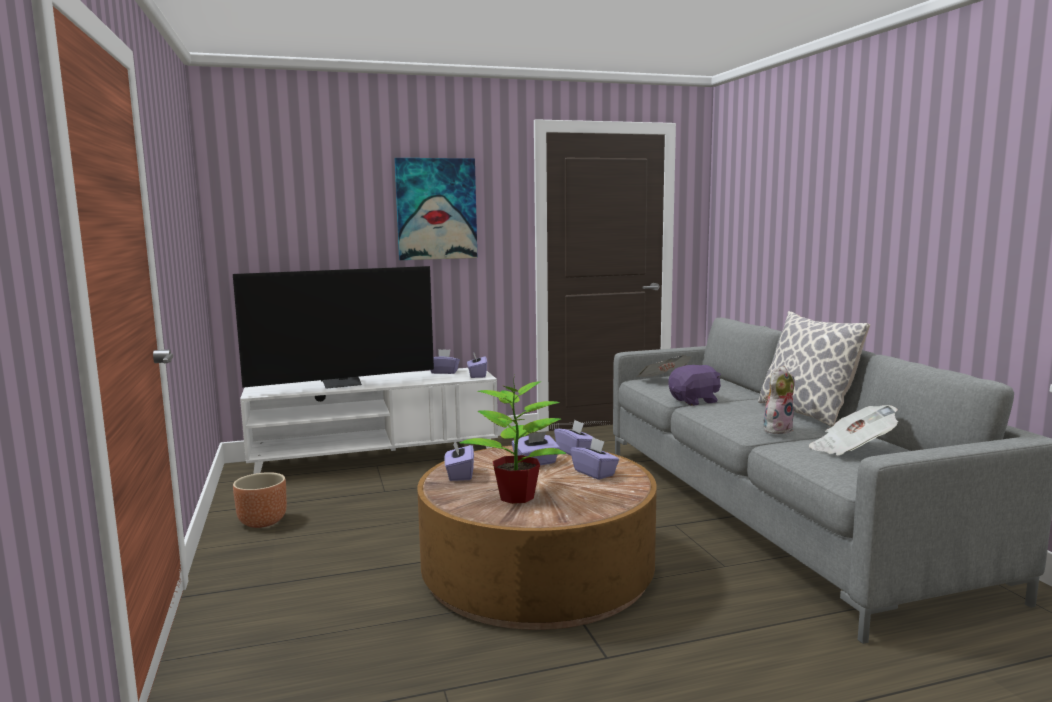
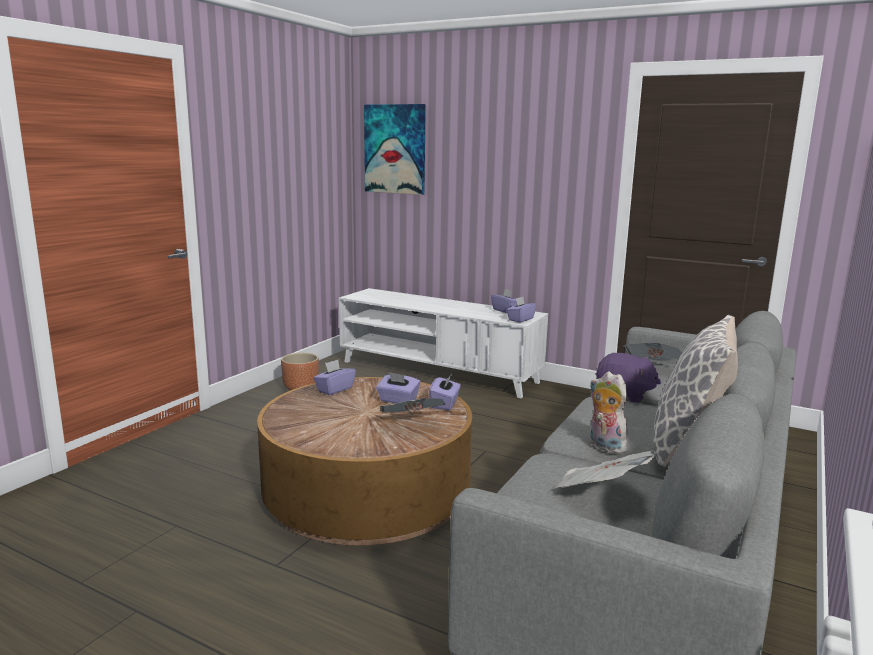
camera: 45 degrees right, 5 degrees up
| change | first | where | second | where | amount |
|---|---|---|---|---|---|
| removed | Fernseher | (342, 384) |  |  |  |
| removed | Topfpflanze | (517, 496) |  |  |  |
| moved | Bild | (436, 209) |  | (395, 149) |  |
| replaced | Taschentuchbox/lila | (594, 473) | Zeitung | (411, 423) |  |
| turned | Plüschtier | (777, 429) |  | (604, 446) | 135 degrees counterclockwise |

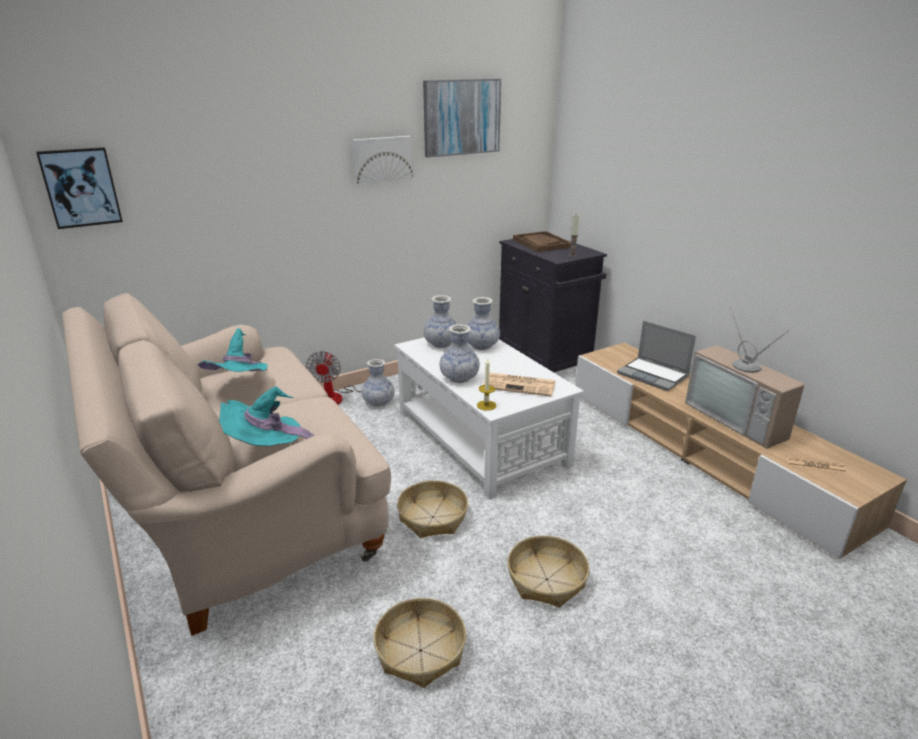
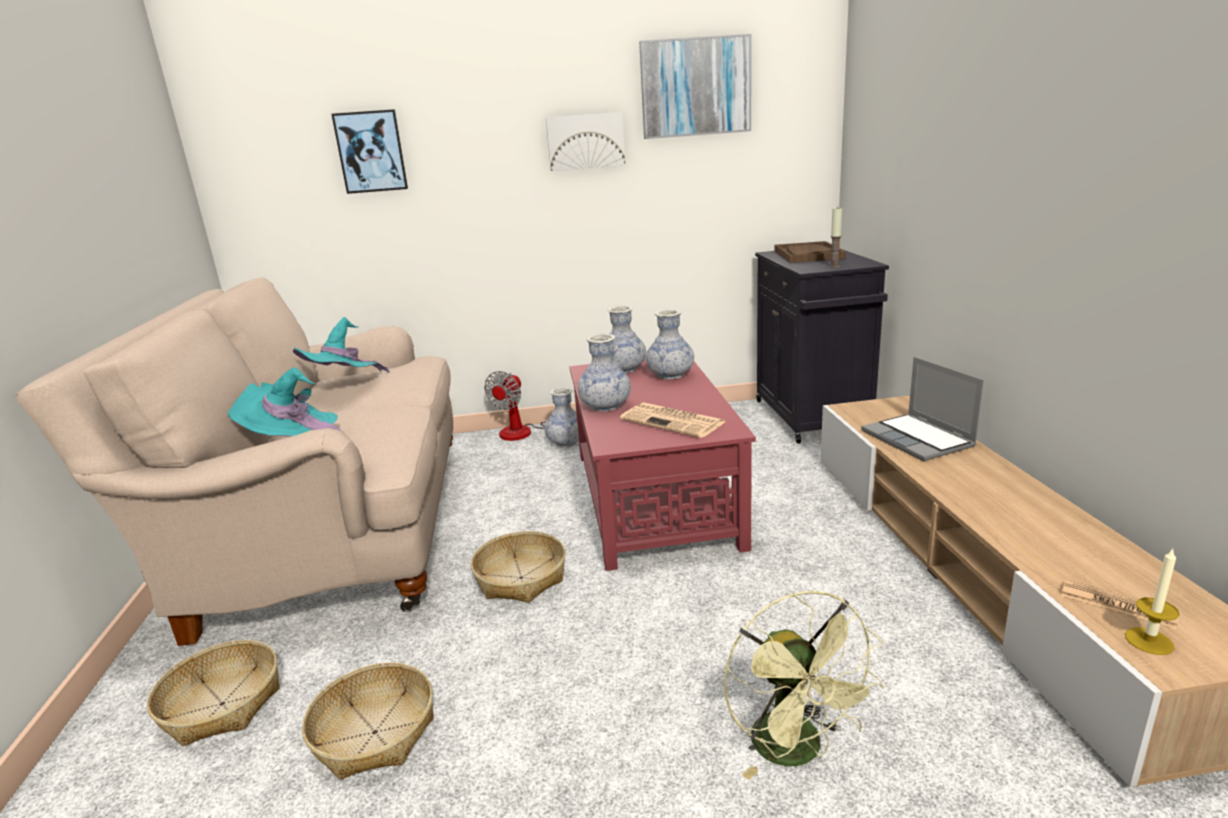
camera: 25 degrees right, 5 degrees down
| change | first | where | second | where | amount |
|---|---|---|---|---|---|
| removed | Fernseher | (740, 419) |  |  |  |
| added |  |  | Ventilator/grün | (797, 751) |  |
| moved | Bild | (81, 187) |  | (371, 152) |  |
| moved | Kerze | (486, 405) |  | (1149, 641) |  |
| moved | Korb | (546, 580) |  | (221, 704) |  |
| recoloured | Couchtisch/weiß | (480, 437) | Couchtisch/rot | (654, 496) |  |

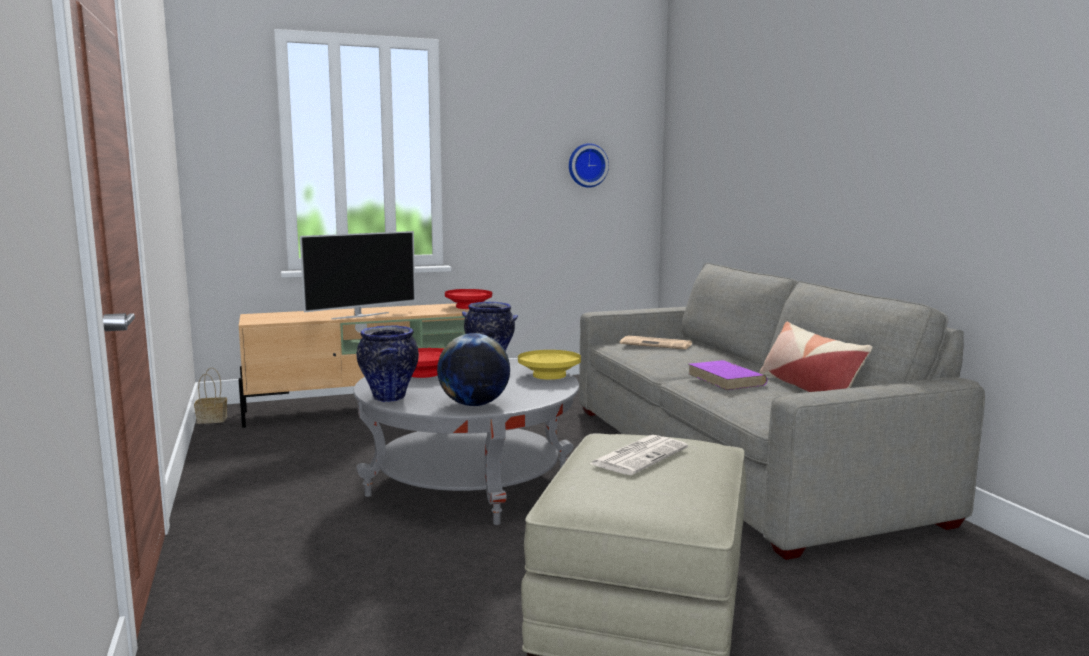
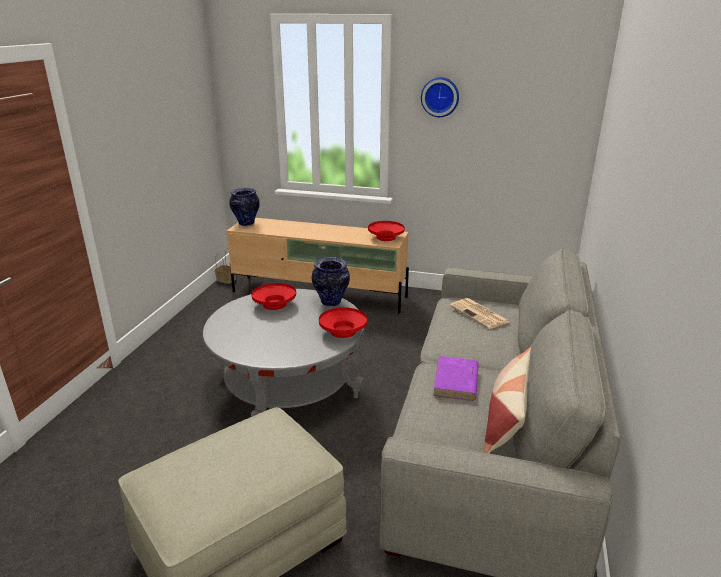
camera: 35 degrees right, 15 degrees up
| change | first | where | second | where | amount |
|---|---|---|---|---|---|
| removed | Fernseher | (360, 316) |  |  |  |
| removed | Globus | (474, 404) |  |  |  |
| removed | Zeitung | (639, 455) |  |  |  |
| moved | Vase | (389, 398) |  | (246, 223) |  |
| moved | Wanduhr | (587, 165) |  | (440, 97) |  |
| recoloured | Schüssel/gelb | (549, 375) | Schüssel/rot | (343, 331) |  |

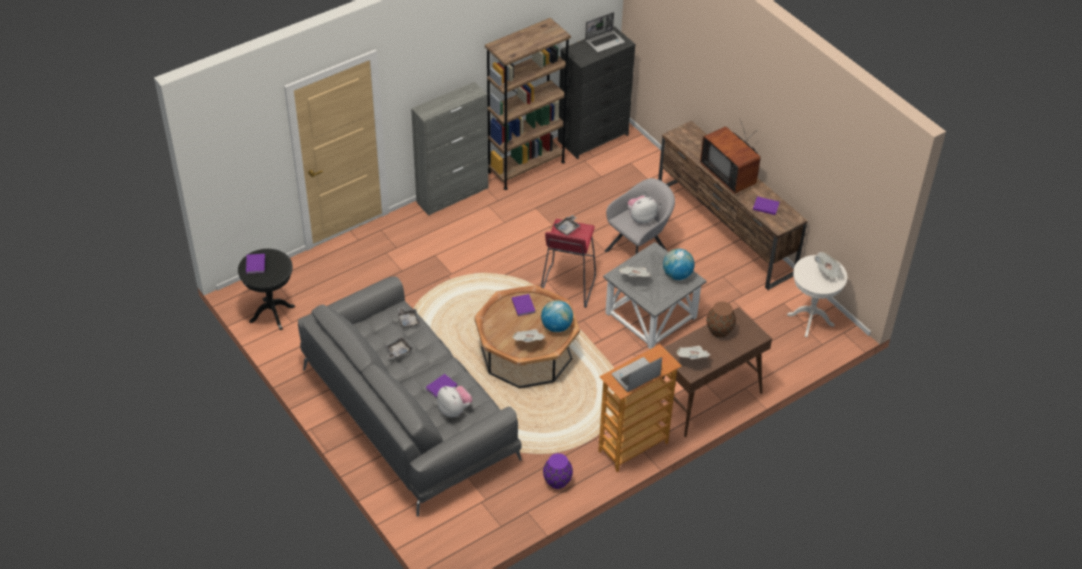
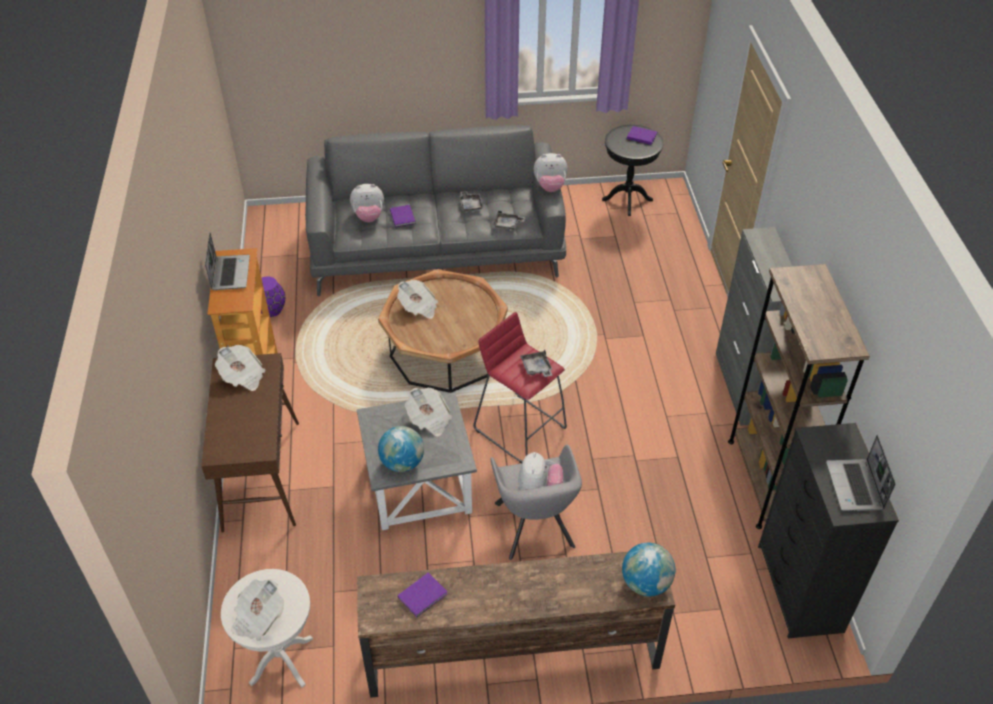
camera: 120 degrees right, 0 degrees up
| change | first | where | second | where | amount |
|---|---|---|---|---|---|
| removed | Buch/lila | (523, 305) |  |  |  |
| removed | Fernseher | (730, 174) |  |  |  |
| removed | Vase/braun | (719, 330) |  |  |  |
| added |  |  | Plüschtier | (550, 187) |  |
| moved | Globus | (556, 326) |  | (646, 583) |  |

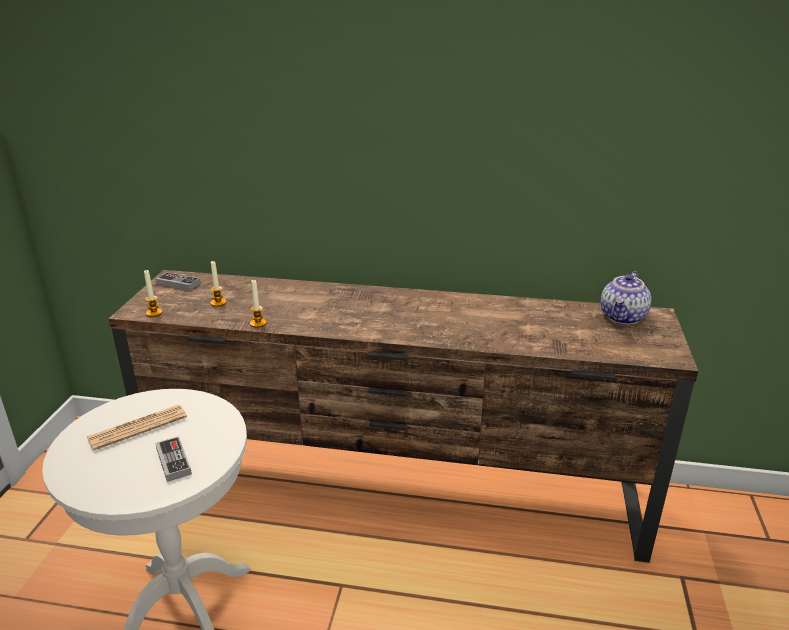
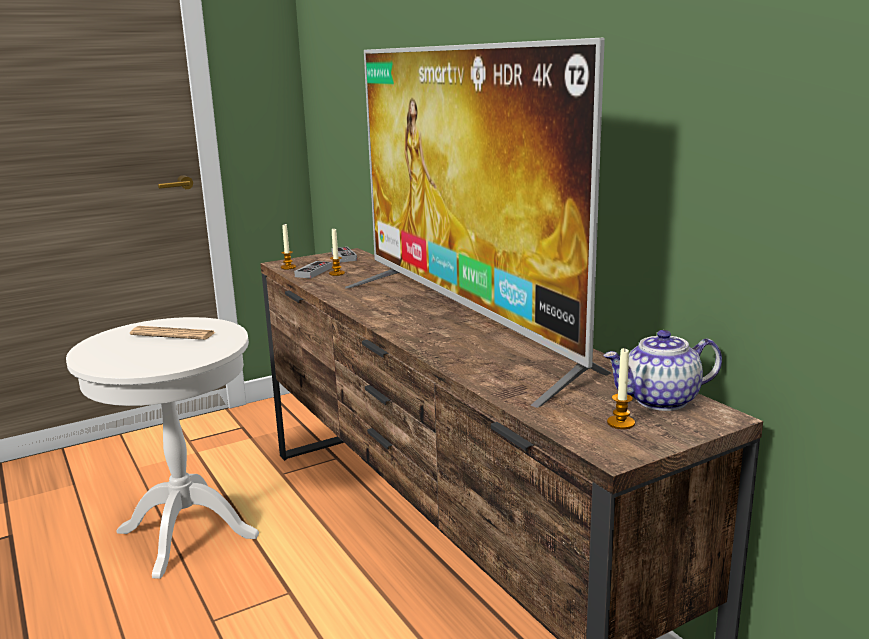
camera: 50 degrees right, 10 degrees down
| change | first | where | second | where | amount |
|---|---|---|---|---|---|
| added |  |  | Fernseher | (465, 325) |  |
| moved | Gamepad | (173, 461) |  | (313, 272) |  |
| moved | Kerze | (258, 323) |  | (620, 423) |  |

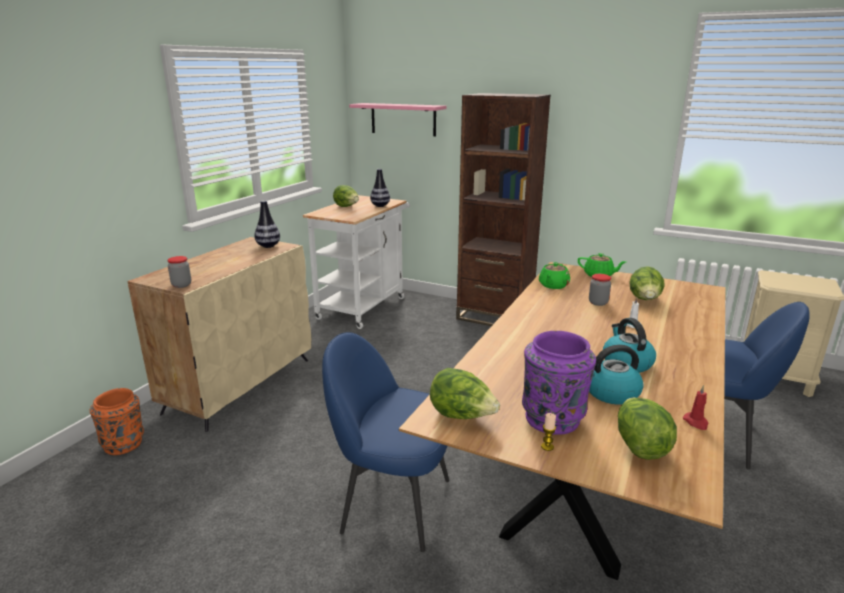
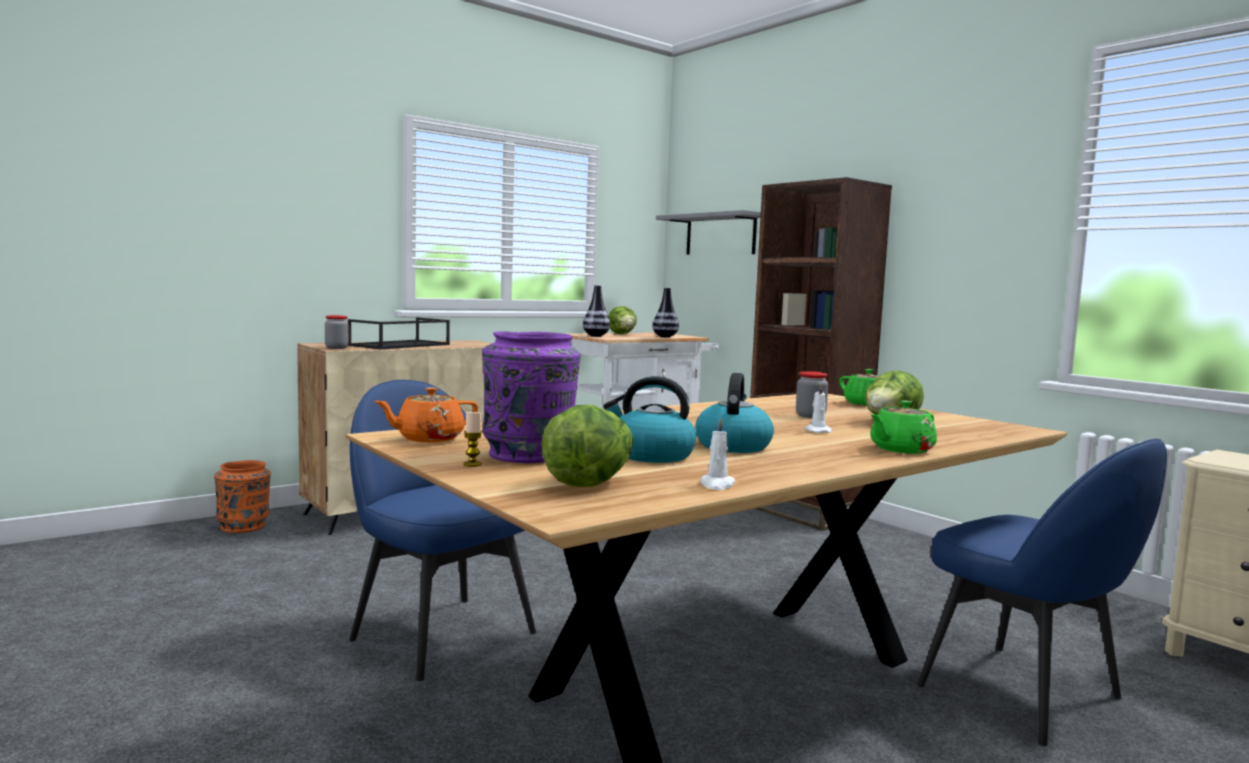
camera: 25 degrees right, 15 degrees down
| change | first | where | second | where | amount |
|---|---|---|---|---|---|
| added |  |  | Tablett/schwarz | (400, 345) |  |
| moved | Vase | (268, 246) |  | (596, 336) |  |
| moved | Teekanne/grün | (553, 285) |  | (900, 450) |  |
| replaced | Salatkopf | (462, 416) | Teekanne/orange | (428, 439) |  |
| recoloured | Wandregal/rosa | (403, 119) | Wandregal/grau | (720, 235) |  |
| recoloured | Kerze/rot | (696, 422) | Kerze/weiß | (717, 485) |  |

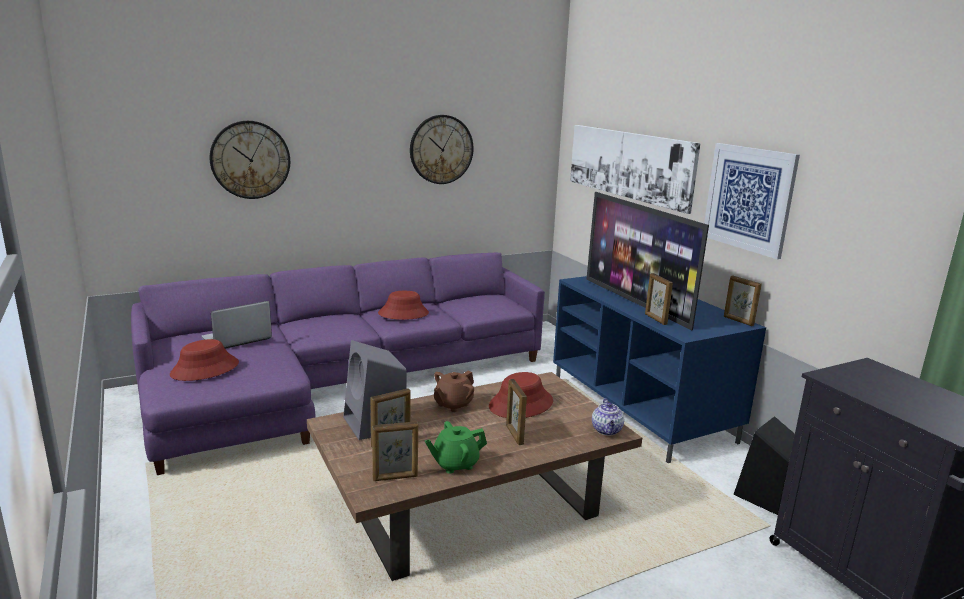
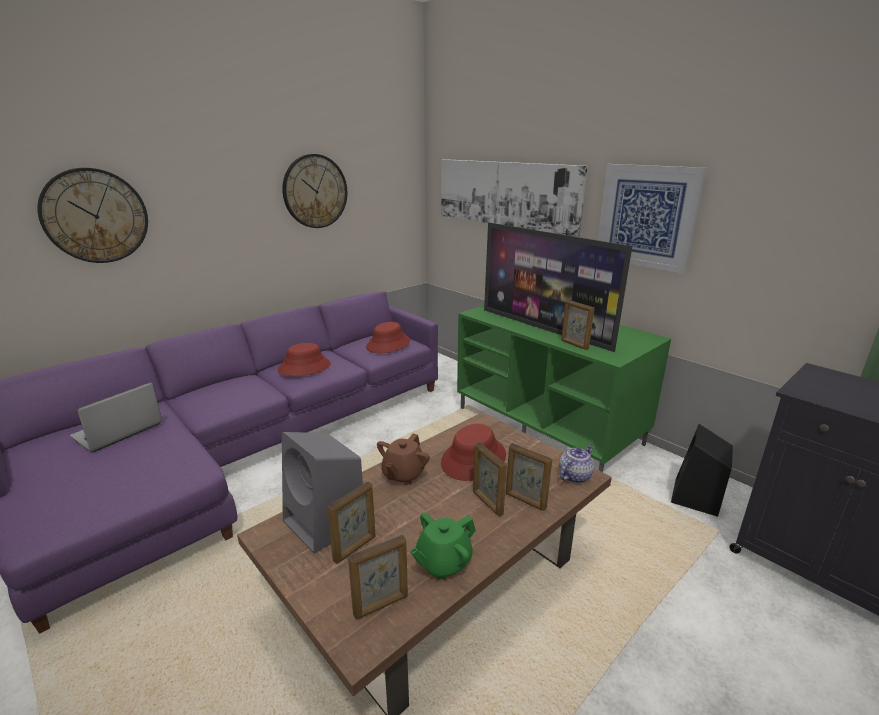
camera: 15 degrees left, 5 degrees up
| change | first | where | second | where | amount |
|---|---|---|---|---|---|
| moved | Hut/rot | (205, 369) |  | (388, 344) |  |
| moved | Bilderrahmen | (738, 321) |  | (525, 501) |  |
| recoloured | Fernsehschrank/blau | (642, 410) | Fernsehschrank/grün | (549, 426) |  |
| turned | Teekanne | (607, 431) |  | (575, 475) | 120 degrees counterclockwise |

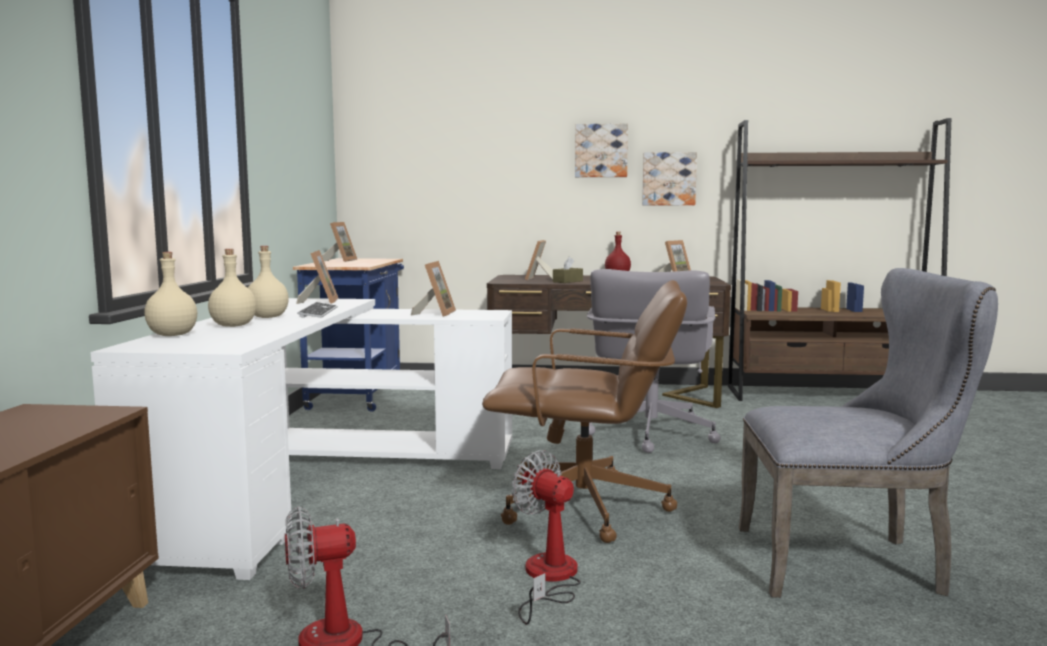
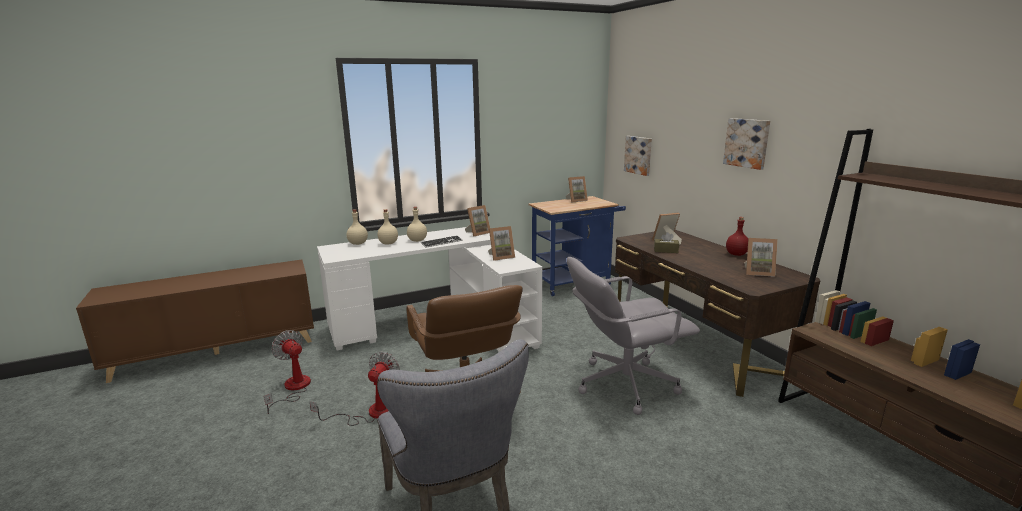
camera: 60 degrees right, 10 degrees up
| change | first | where | second | where | amount |
|---|---|---|---|---|---|
| moved | Bild | (669, 179) |  | (639, 155) |  |

